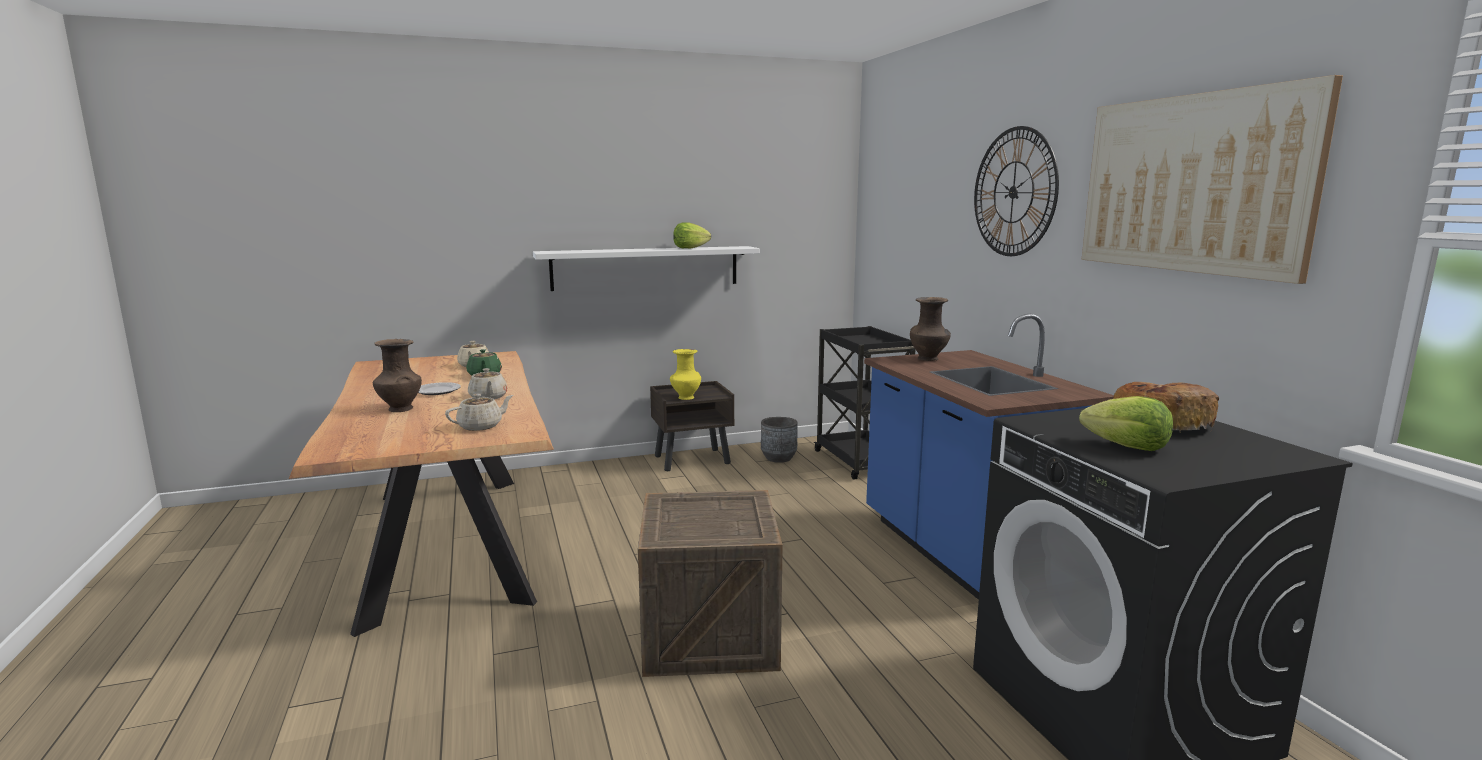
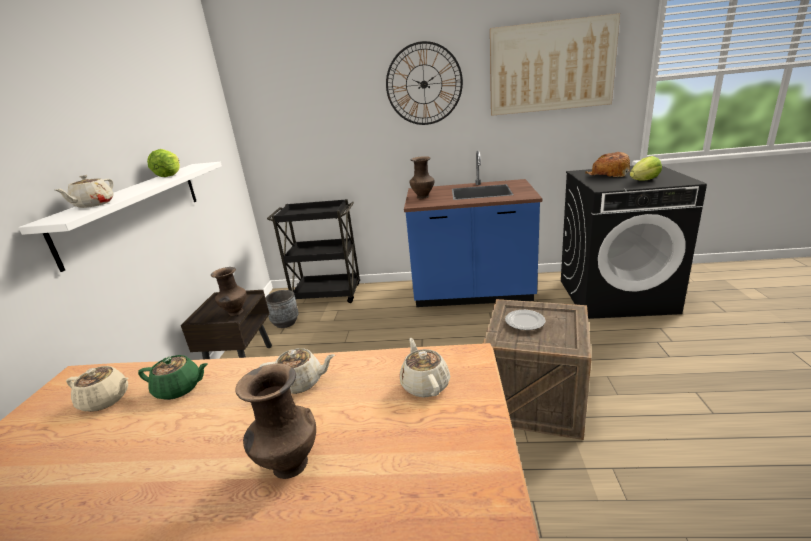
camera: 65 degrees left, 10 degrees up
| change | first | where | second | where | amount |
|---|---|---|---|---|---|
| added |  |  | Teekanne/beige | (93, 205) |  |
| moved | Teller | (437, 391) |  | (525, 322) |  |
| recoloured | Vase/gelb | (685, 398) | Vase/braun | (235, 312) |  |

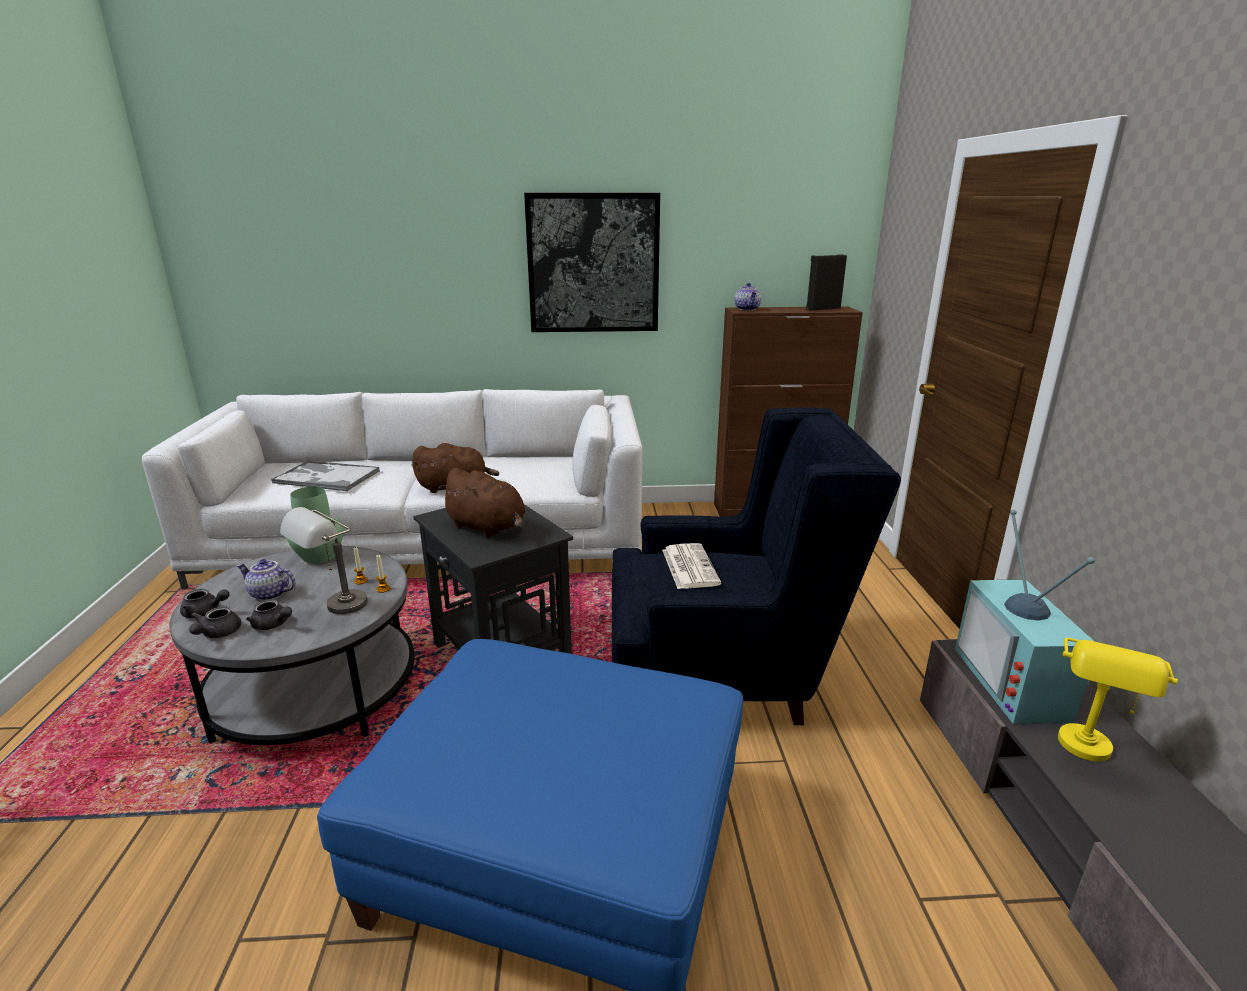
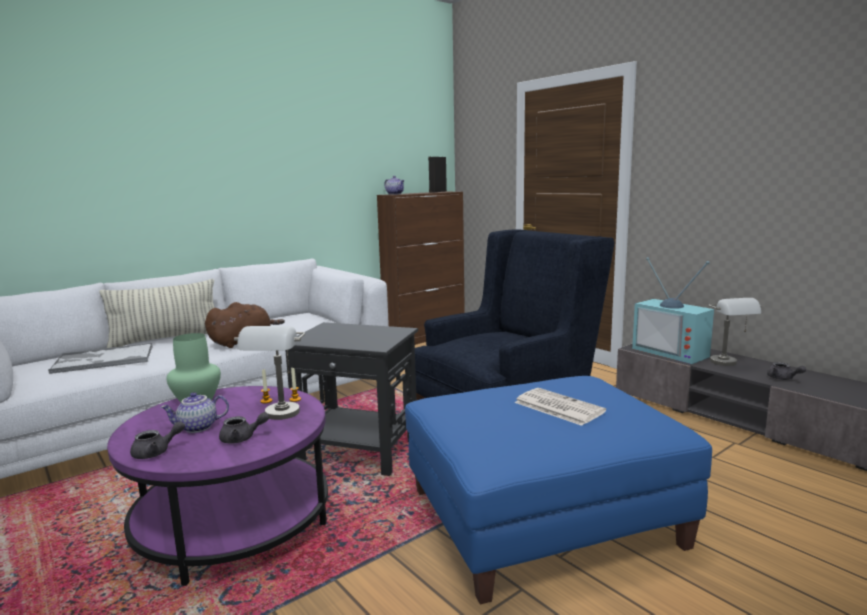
camera: 35 degrees left, 10 degrees down
| change | first | where | second | where | amount |
|---|---|---|---|---|---|
| removed | Plüschtier/braun | (488, 528) |  |  |  |
| removed | Bild | (593, 264) |  |  |  |
| added |  |  | Kissen | (166, 340) |  |
| moved | Teekanne/grau | (217, 634) |  | (783, 378) |  |
| moved | Zeitung | (689, 566) |  | (557, 407) |  |
| recoloured | Couchtisch/grau | (315, 691) | Couchtisch/lila | (233, 521) |  |
| recoloured | Tischlampe/gelb | (1087, 756) | Tischlampe/grau | (729, 364) |  |

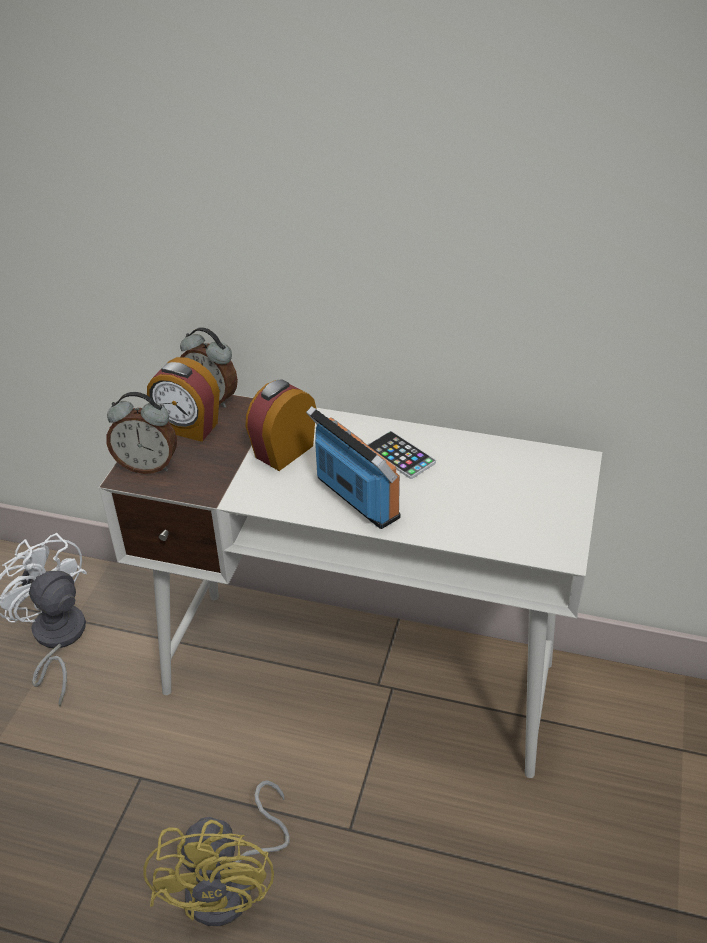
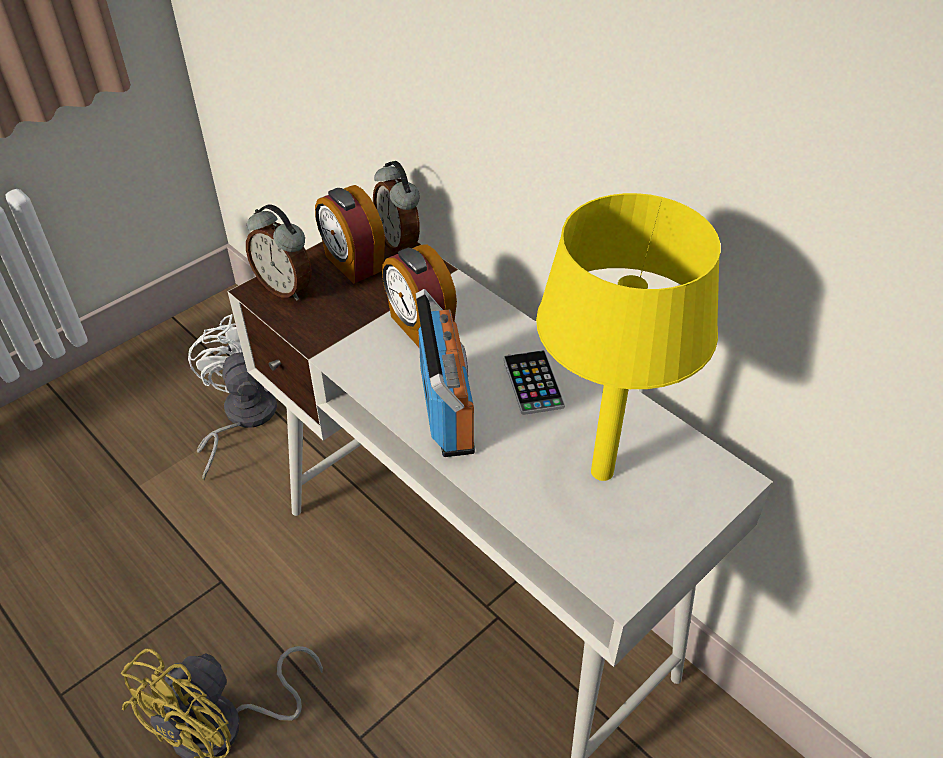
camera: 30 degrees right, 5 degrees up
| change | first | where | second | where | amount |
|---|---|---|---|---|---|
| added |  |  | Tischlampe/gelb | (600, 472) |  |
| turned | Wecker | (283, 451) |  | (420, 326) | 105 degrees counterclockwise |

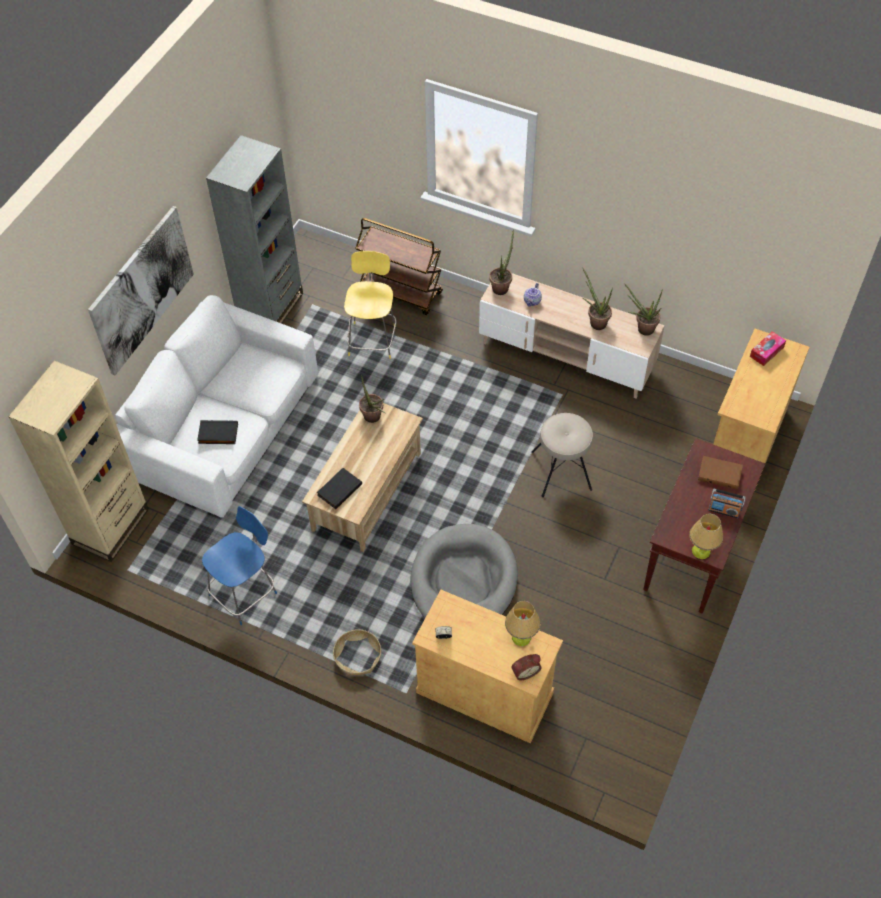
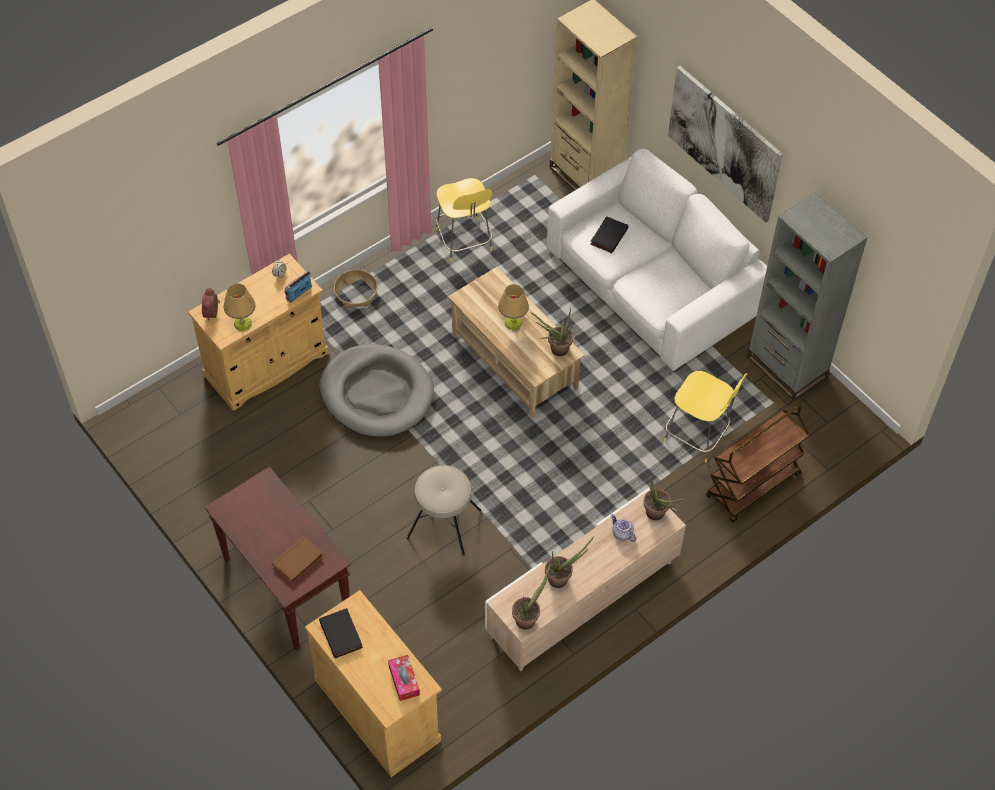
camera: 115 degrees right, 0 degrees up
| change | first | where | second | where | amount |
|---|---|---|---|---|---|
| moved | Buch/schwarz | (339, 489) |  | (342, 634) |  |
| moved | Tischlampe | (701, 551) |  | (513, 323) |  |
| moved | Radio | (724, 510) |  | (299, 293) |  |
| recoloured | Hocker/blau | (245, 592) | Hocker/gelb | (464, 242) |  |

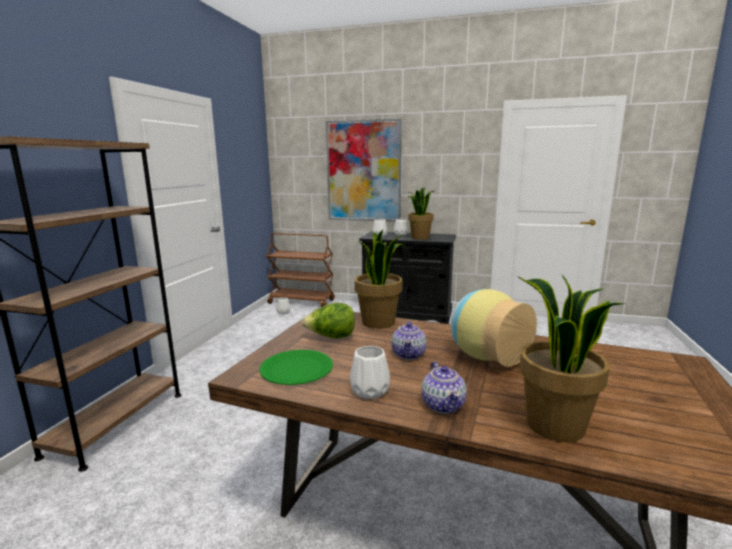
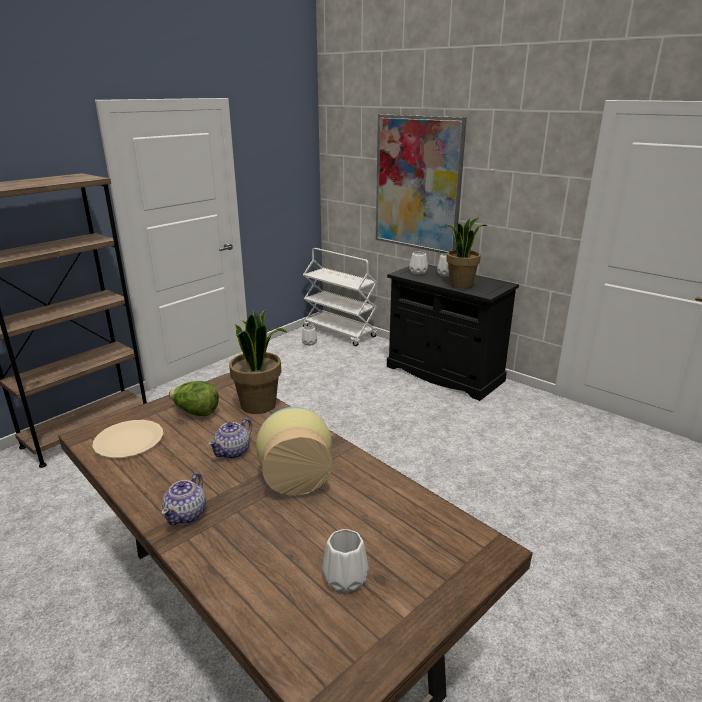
camera: 25 degrees right, 10 degrees up
| change | first | where | second | where | amount |
|---|---|---|---|---|---|
| removed | Topfpflanze | (554, 426) |  |  |  |
| moved | Vase/weiß | (370, 390) |  | (346, 578) |  |
| recoloured | Teller/grün | (296, 369) | Teller/beige | (129, 440) |  |
| recoloured | Rollwagen/braun | (302, 302) | Rollwagen/weiß | (340, 332) |  |

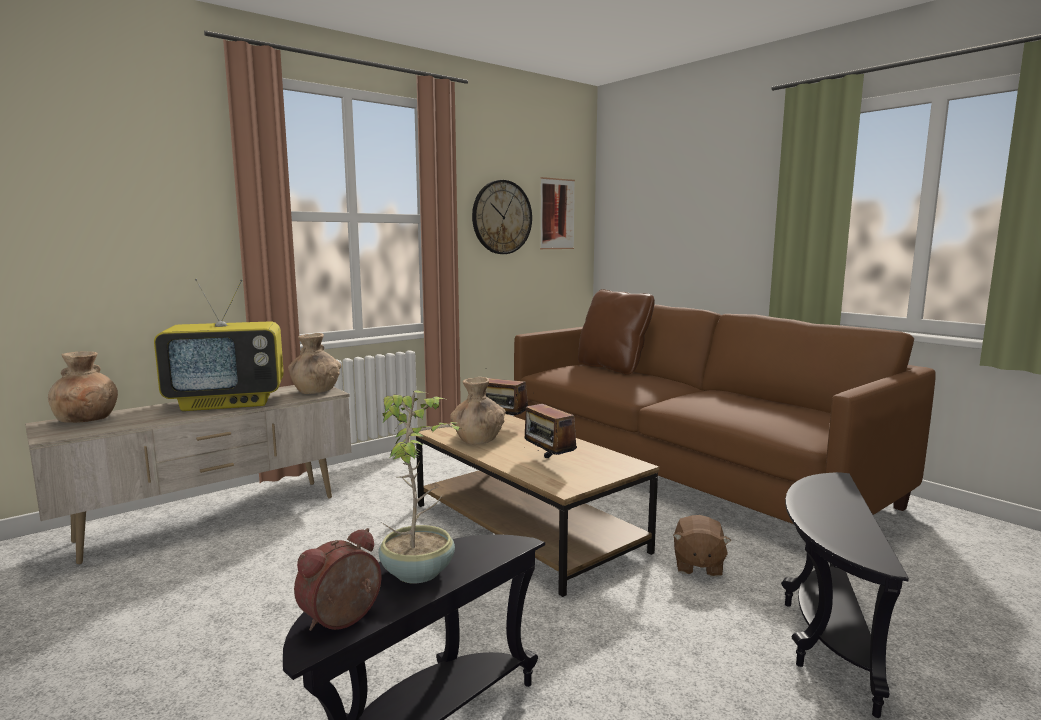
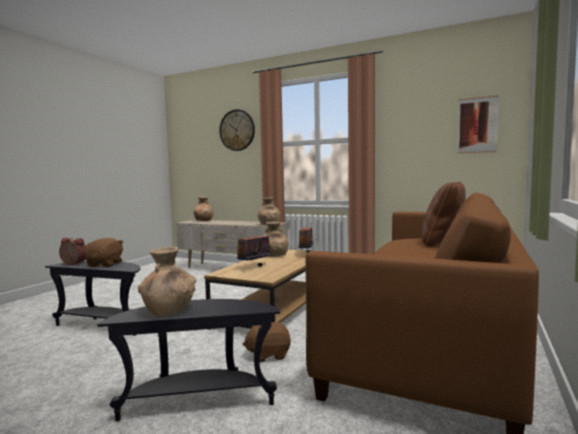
camera: 65 degrees right, 5 degrees down
| change | first | where | second | where | amount |
|---|---|---|---|---|---|
| removed | Fernseher | (229, 402) |  |  |  |
| added |  |  | Vase/braun | (168, 311) |  |
| moved | Wanduhr | (501, 217) |  | (237, 130) |  |
| replaced | Topfpflanze | (419, 571) | Plüschtier/braun | (105, 264) |  |

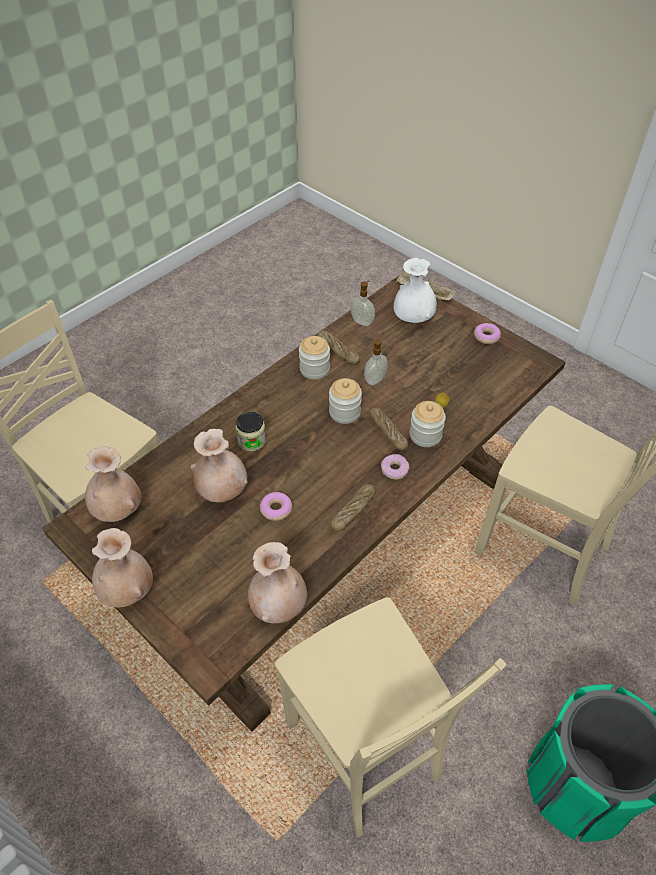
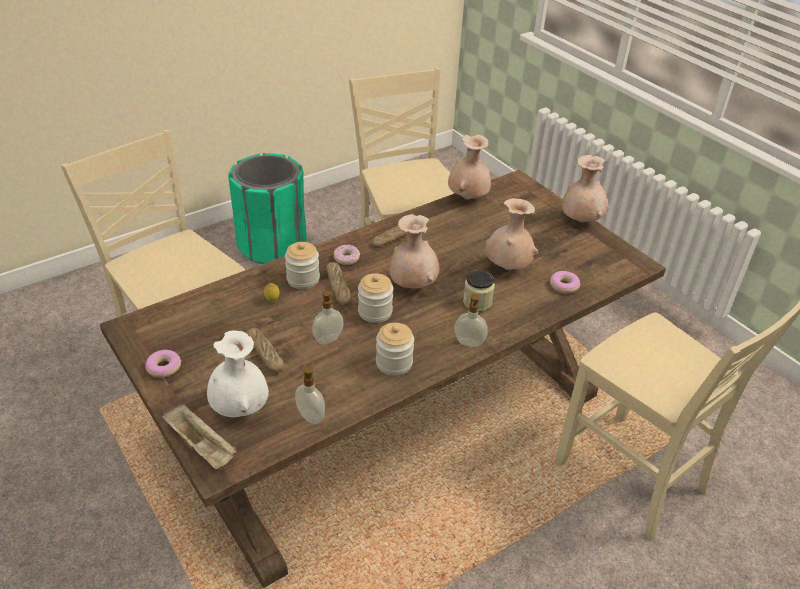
camera: 170 degrees left, 10 degrees down
| change | first | where | second | where | amount |
|---|---|---|---|---|---|
| added |  |  | Seifenspender | (469, 343) |  |
| moved | Vase/beige | (118, 510) |  | (413, 285) |  |
| moved | Donut | (276, 509) |  | (564, 286) |  |
| moved | Brot | (338, 351) |  | (265, 354) |  |

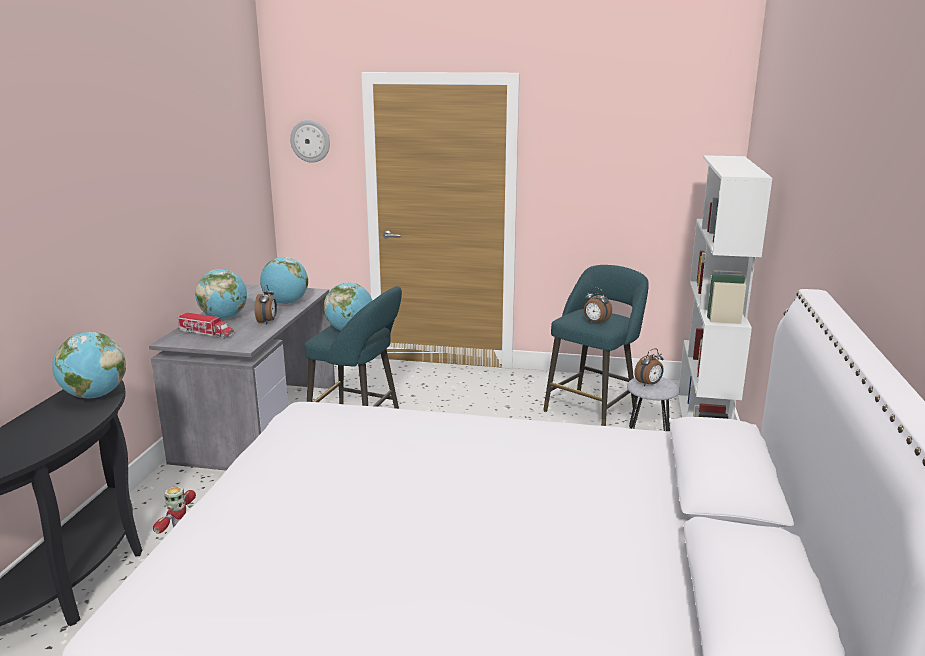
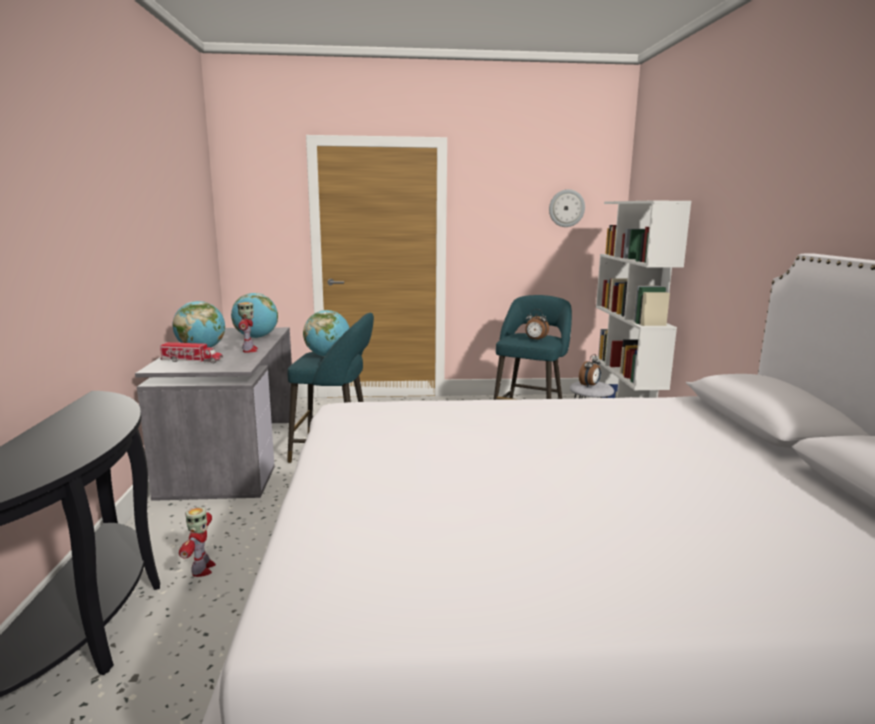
camera: 15 degrees left, 5 degrees down
| change | first | where | second | where | amount |
|---|---|---|---|---|---|
| removed | Globus | (94, 396) |  |  |  |
| moved | Wanduhr | (310, 141) |  | (566, 208) |  |
| replaced | Wecker | (267, 322) | Spielzeugroboter | (249, 350) |  |

